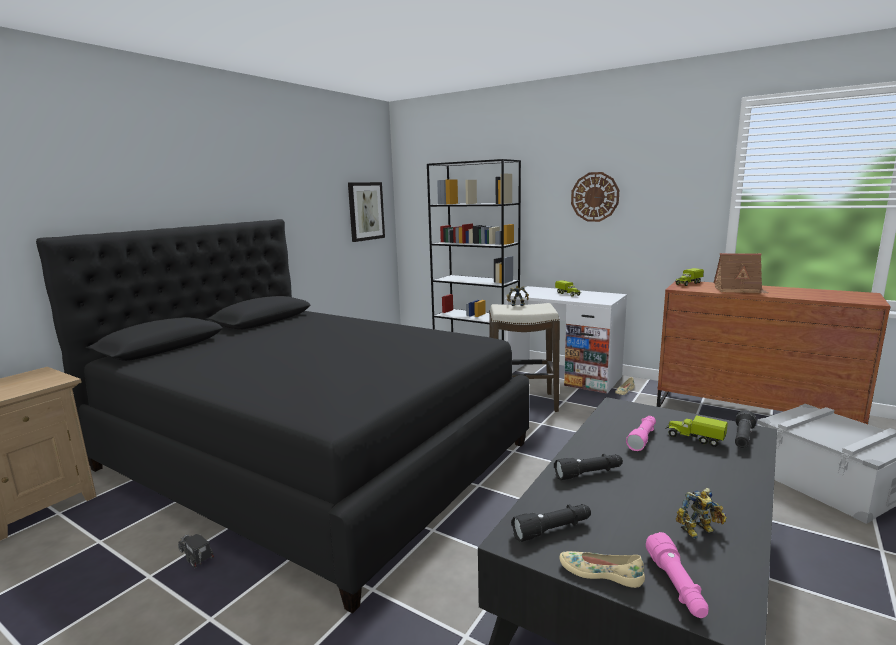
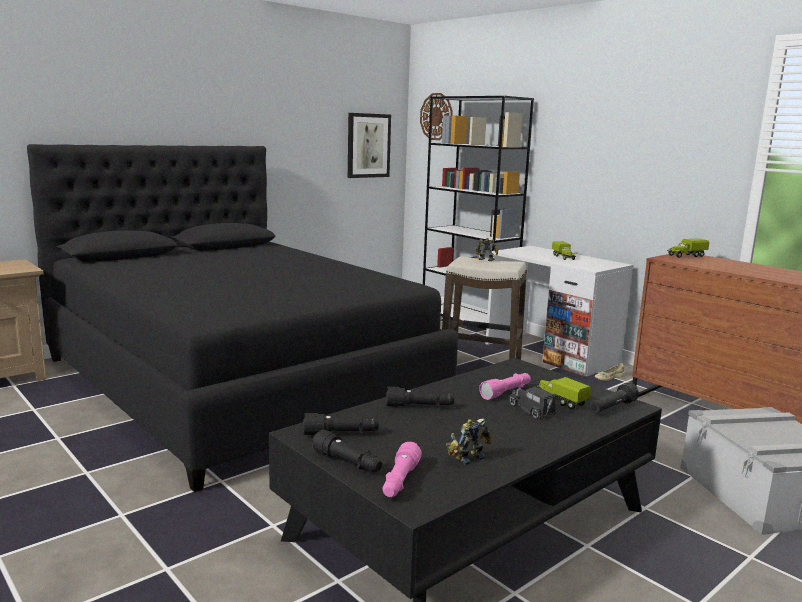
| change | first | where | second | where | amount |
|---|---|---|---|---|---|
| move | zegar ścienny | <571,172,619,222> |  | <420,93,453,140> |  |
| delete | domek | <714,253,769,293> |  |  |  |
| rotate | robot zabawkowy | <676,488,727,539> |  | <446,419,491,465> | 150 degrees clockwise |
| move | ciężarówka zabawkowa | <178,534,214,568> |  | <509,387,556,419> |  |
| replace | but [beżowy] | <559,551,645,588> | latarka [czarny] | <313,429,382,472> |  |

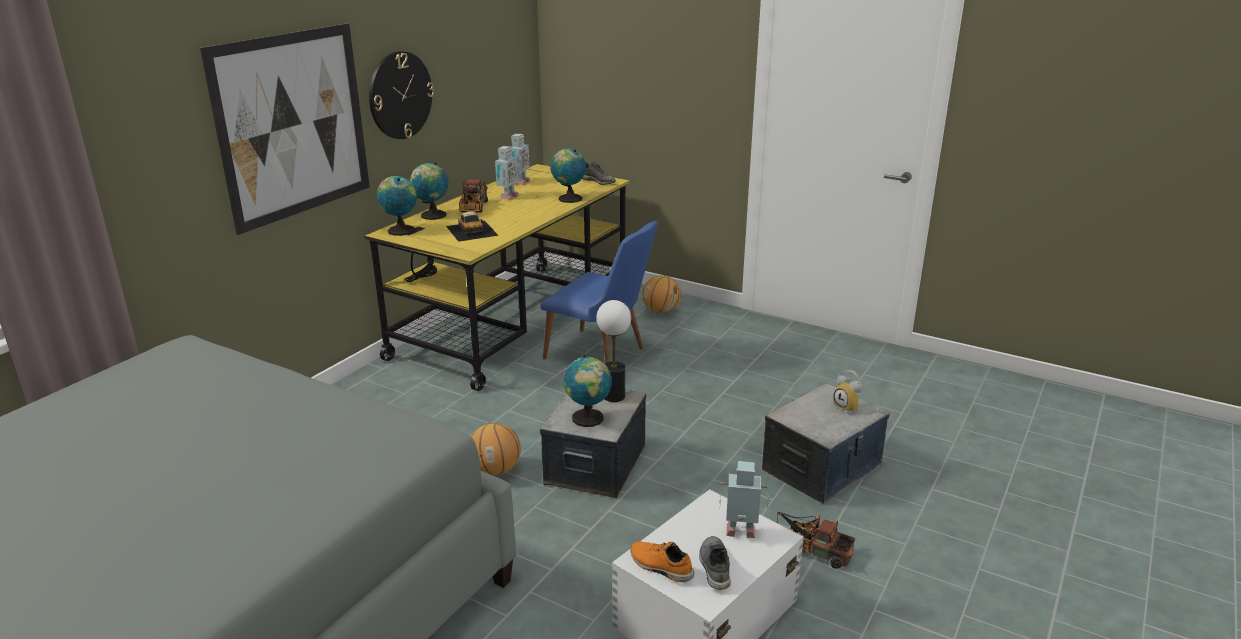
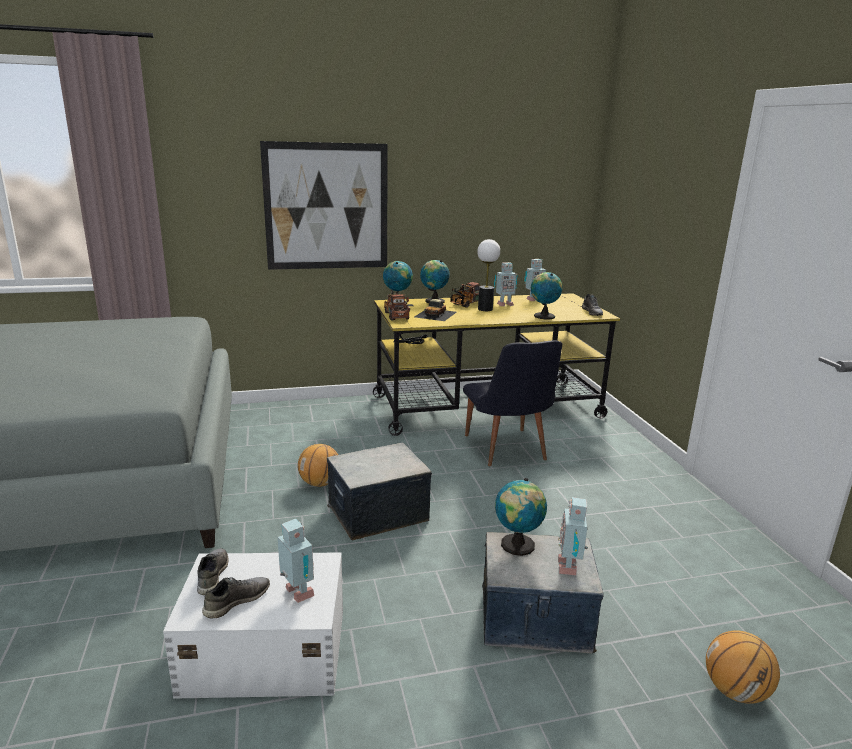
| change | first | where | second | where | amount |
|---|---|---|---|---|---|
| delete | zegar ścienny | <369,51,434,139> |  |  |  |
| recolor | krzesło [niebieski] | <540,221,658,363> | krzesło [czarny] | <463,340,562,466> |  |
| move | piłka do koszykówki | <642,275,681,314> |  | <706,630,780,704> |  |
| move | lampa stołowa | <596,300,631,402> |  | <477,239,500,311> |  |
| move | globus | <564,355,612,427> |  | <495,478,547,556> |  |
| replace | budzik | <833,370,862,412> | robot zabawkowy | <558,497,588,576> |  |
| move | ciężarówka zabawkowa | <777,512,855,569> |  | <384,290,410,320> |  |
| recolor | but [pomarańczowy] | <630,542,694,582> | but [szary] | <197,548,229,595> |  |

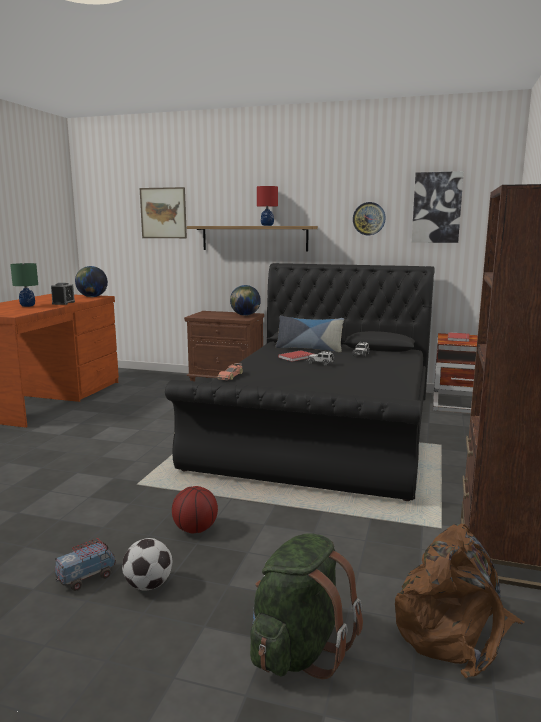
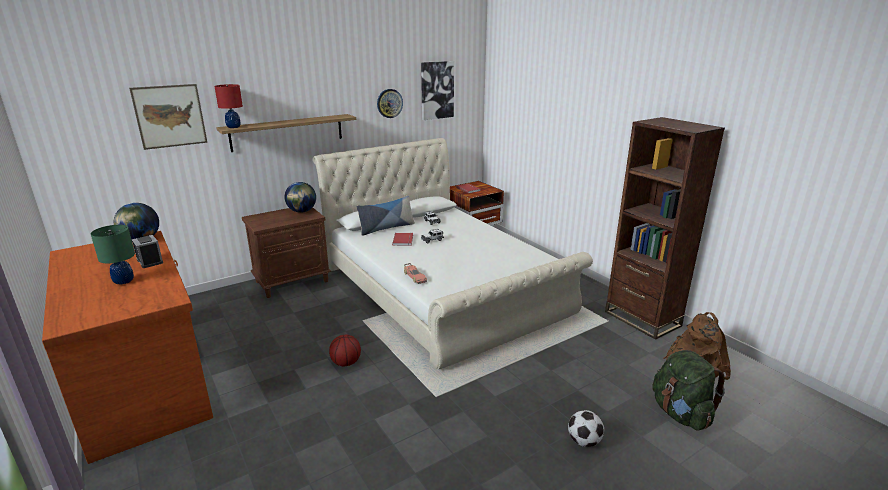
| change | first | where | second | where | amount |
|---|---|---|---|---|---|
| move | lampa stołowa [czerwony] | <257,186,278,226> |  | <215,84,243,128> |  |
| recolor | łóżko [czarny] | <165,263,434,501> | łóżko [beżowy] | <313,138,593,370> |  |
| move | piłka do koszykówki | <172,486,218,533> |  | <329,335,361,367> |  |
| delete | ciężarówka zabawkowa | <55,538,116,591> |  |  |  |

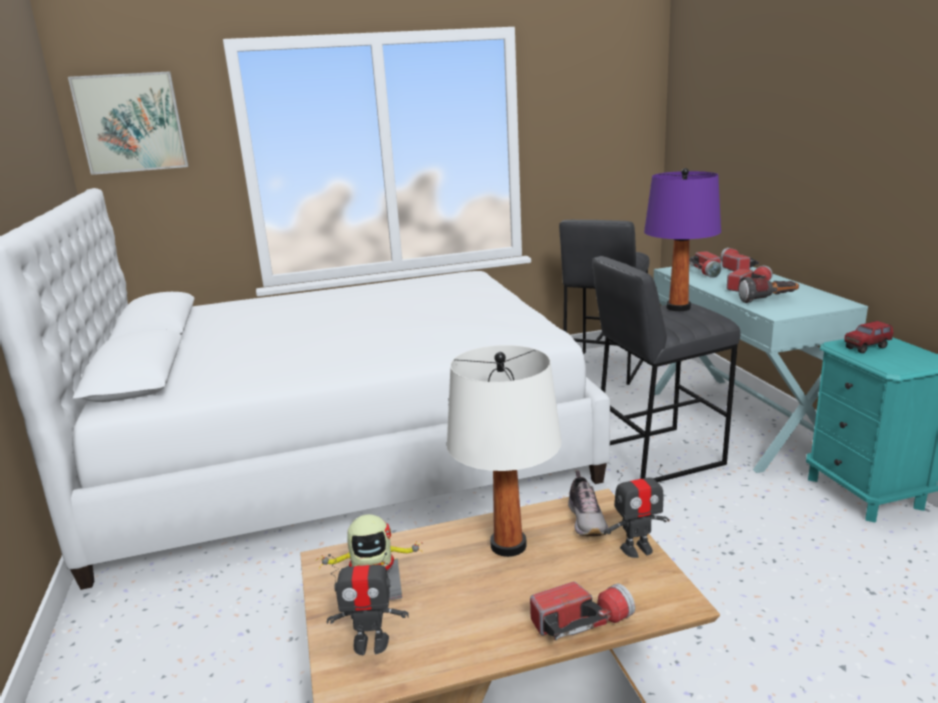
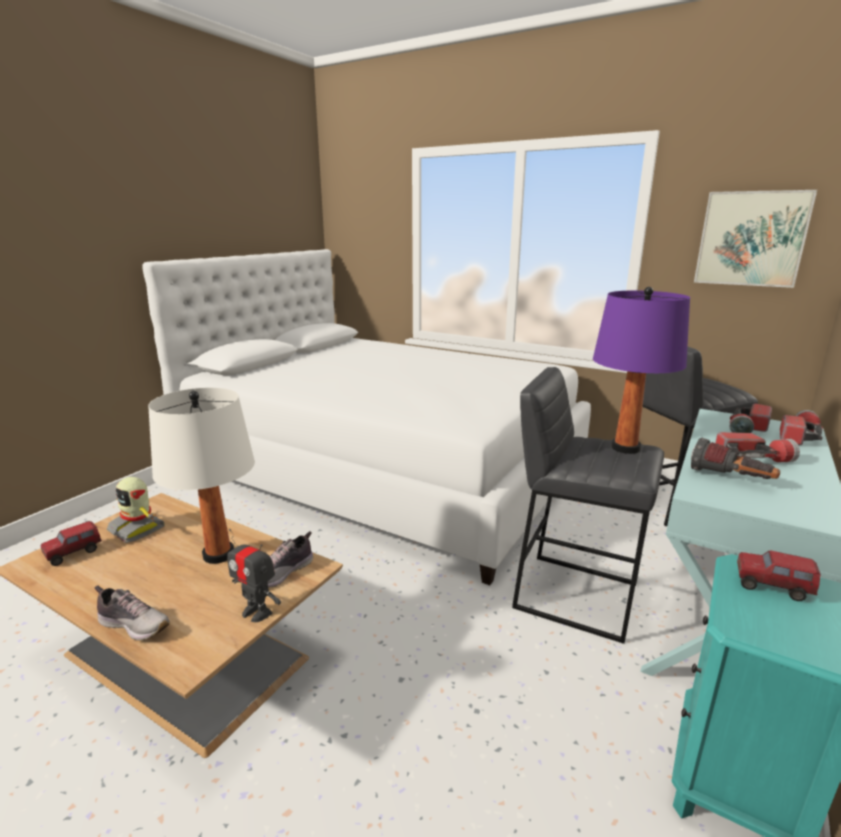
| change | first | where | second | where | amount |
|---|---|---|---|---|---|
| move | obraz | <68,71,188,175> |  | <694,190,817,288> |  |
| replace | robot zabawkowy | <327,552,409,655> | ciężarówka zabawkowa | <41,521,102,566> |  |
| replace | latarka | <530,581,635,640> | but | <95,585,170,641> |  |

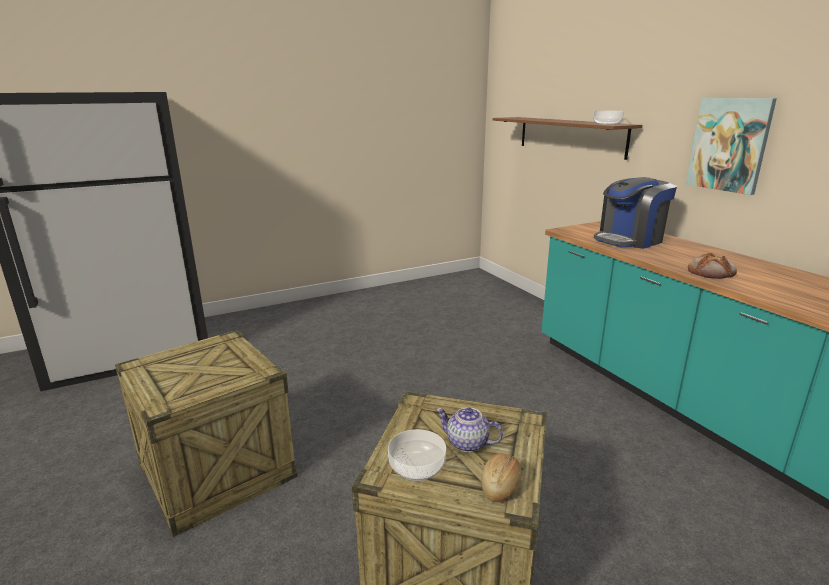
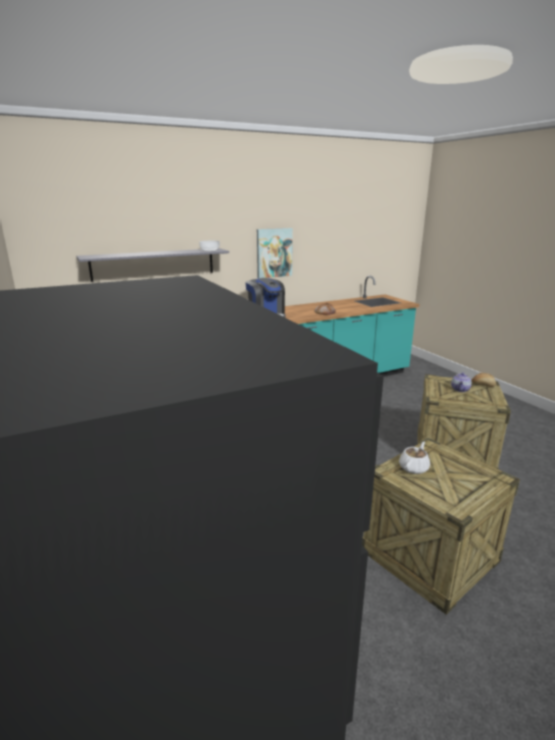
| change | first | where | second | where | amount |
|---|---|---|---|---|---|
| recolor | półka [brązowy] | <493,117,643,160> | półka [szary] | <76,248,229,282> |  |
| delete | miska | <388,429,446,481> |  |  |  |
| insert |  |  | imbryk [biały] | <399,442,430,474> |  |

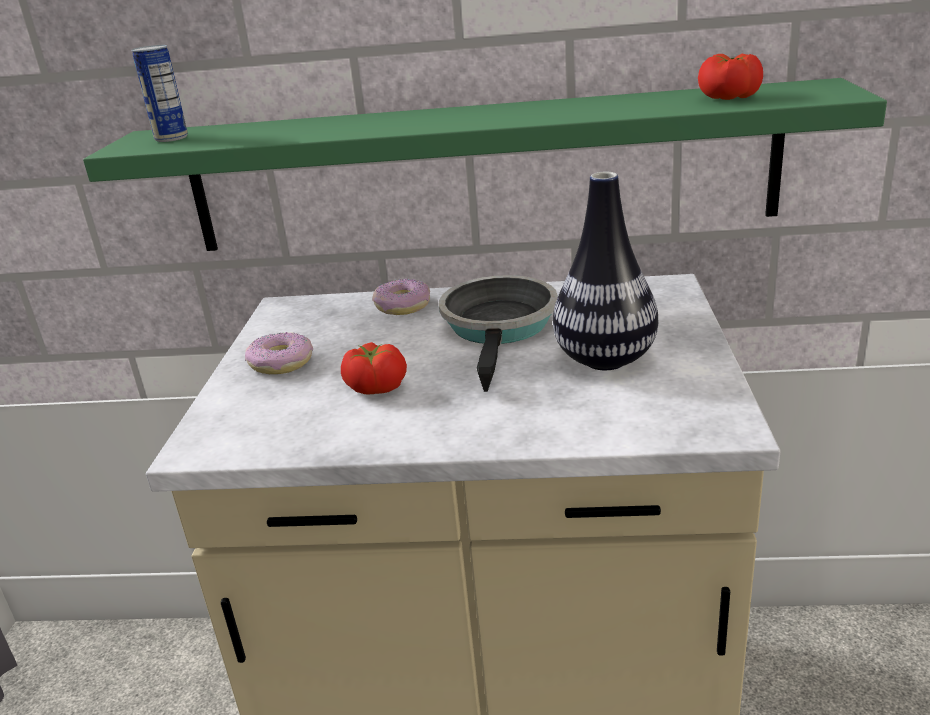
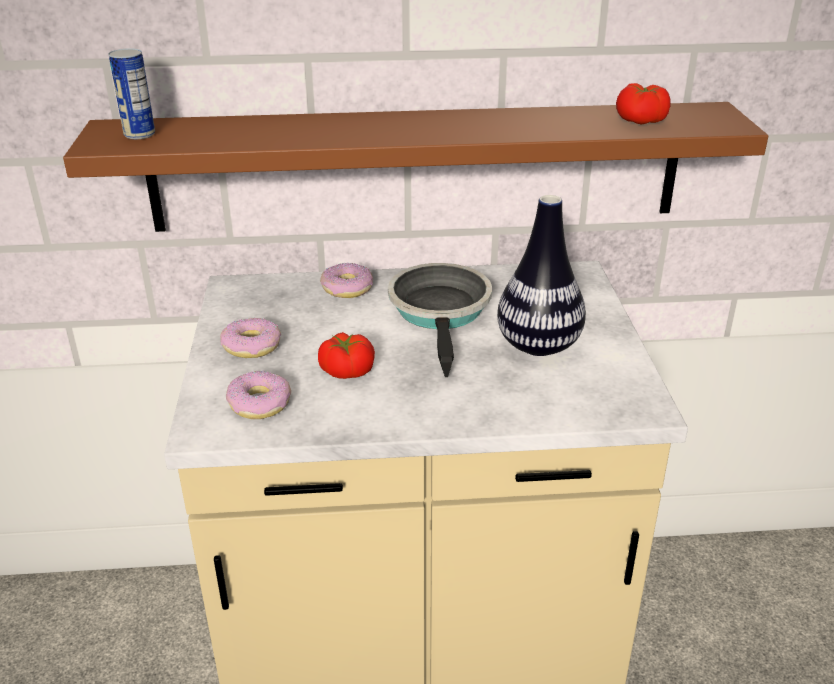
| change | first | where | second | where | amount |
|---|---|---|---|---|---|
| recolor | półka [zielony] | <83,78,887,251> | półka [brązowy] | <63,102,768,232> |  |
| insert |  |  | donut | <226,370,291,419> |  |

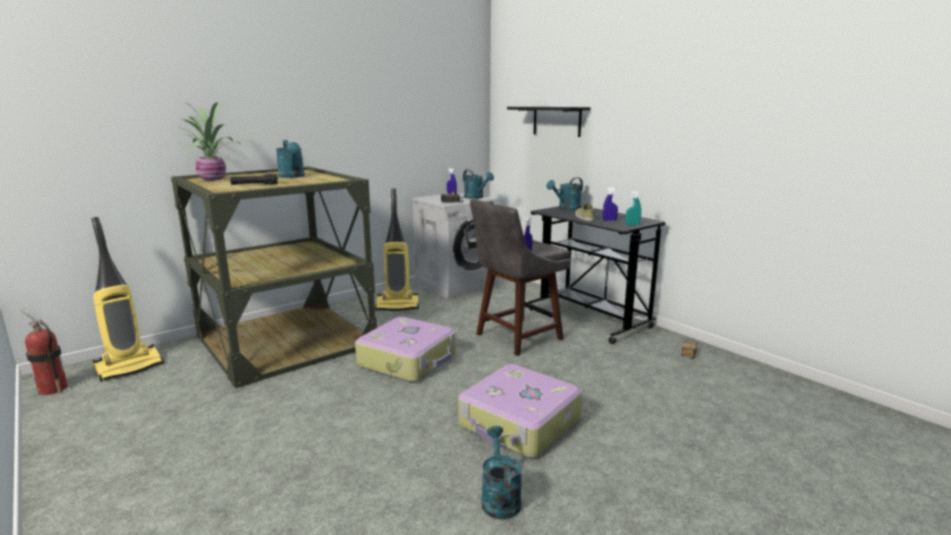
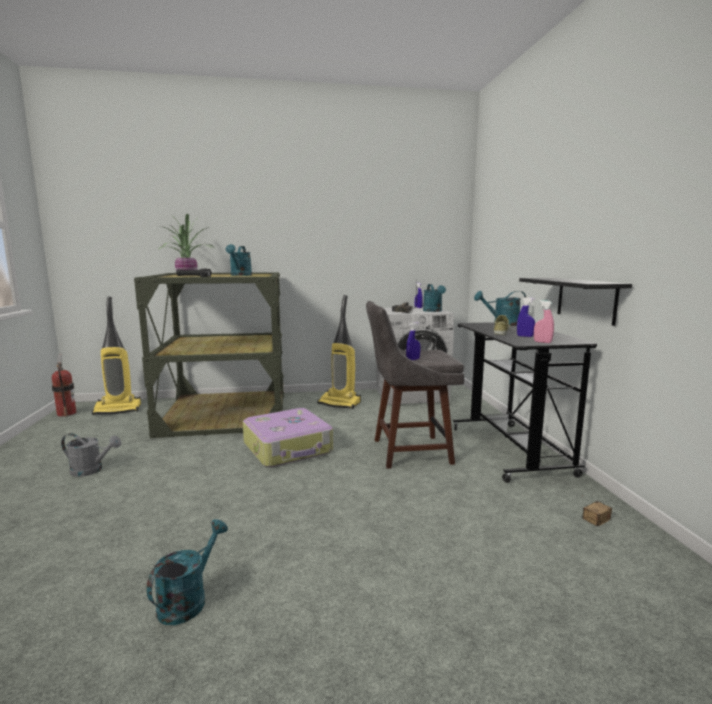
| change | first | where | second | where | amount |
|---|---|---|---|---|---|
| move | półka [czarny] | <507,107,590,137> |  | <519,278,632,326> |  |
| recolor | spryskiwacz [turkusowy] | <625,191,641,226> | spryskiwacz [różowy] | <534,300,554,343> |  |
| delete | walizka | <458,364,582,458> |  |  |  |
| insert |  |  | konewka [szary] | <61,433,121,477> |  |

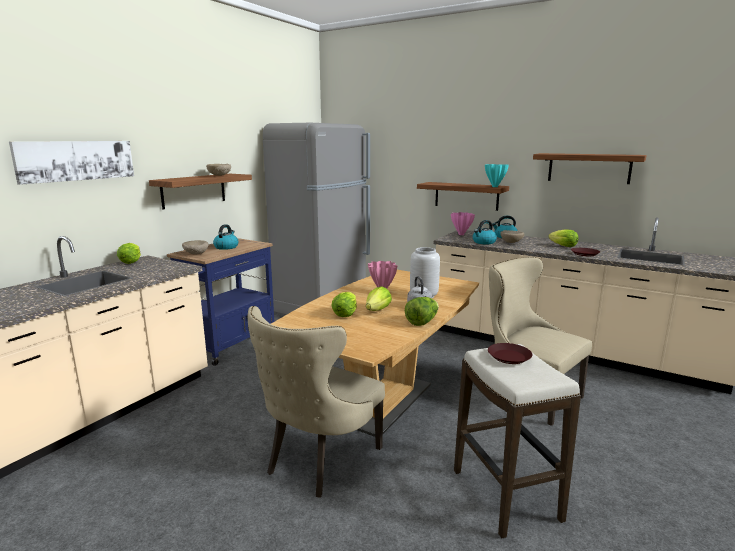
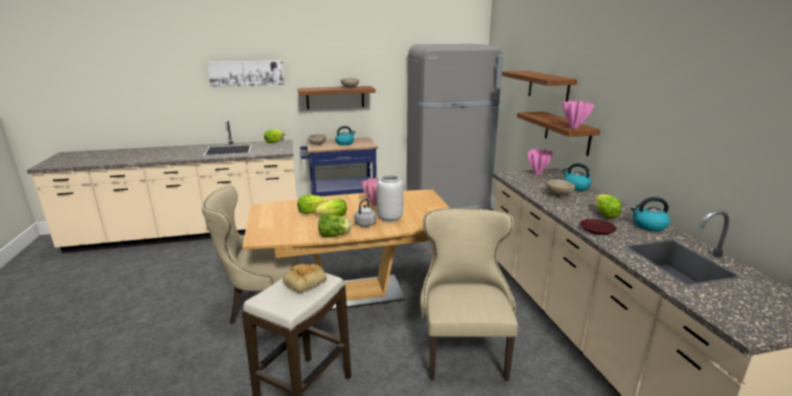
| change | first | where | second | where | amount |
|---|---|---|---|---|---|
| move | półka | <533,153,647,184> |  | <502,71,577,102> |  |
| recolor | wazon [turkusowy] | <485,164,509,187> | wazon [różowy] | <562,101,594,129> |  |
| move | czajnik | <473,220,497,244> |  | <631,197,670,231> |  |
| replace | talerz [brązowy] | <488,343,532,364> | chleb | <283,264,327,293> |  |

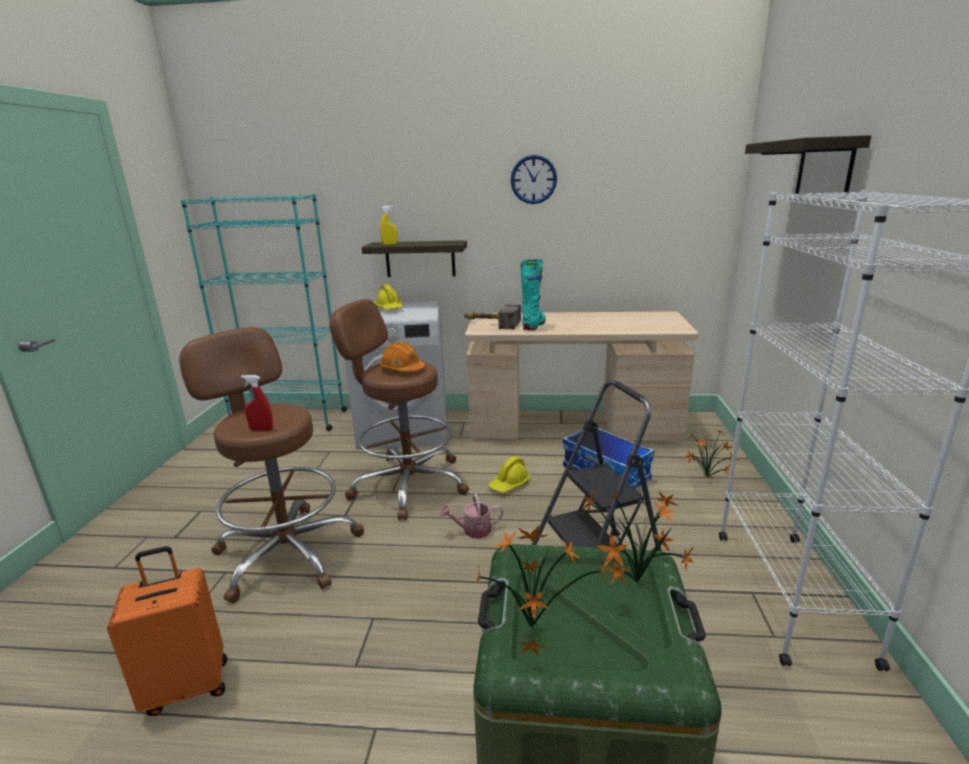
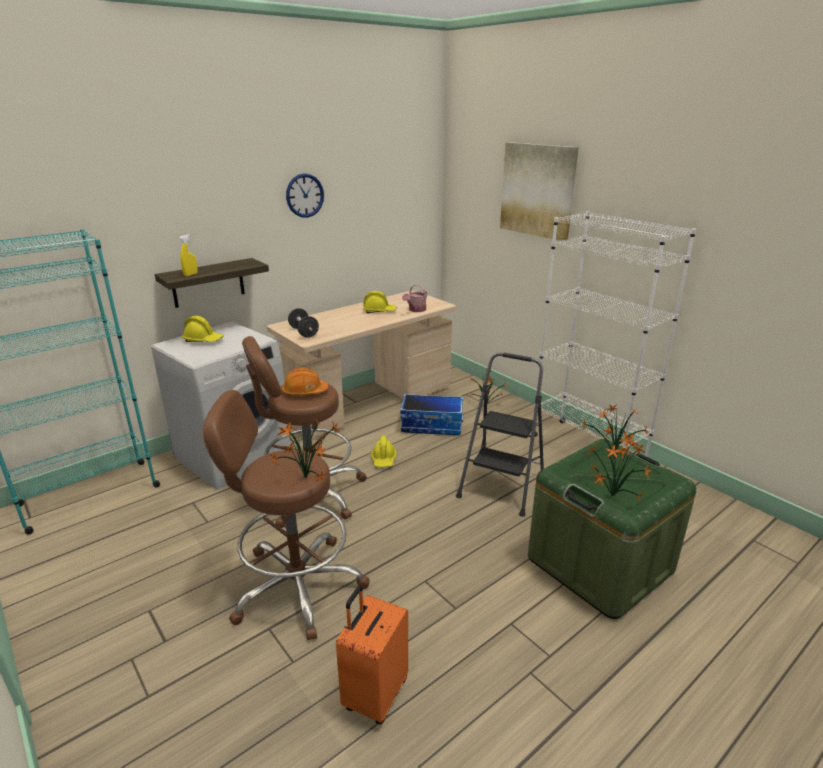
| change | first | where | second | where | amount |
|---|---|---|---|---|---|
| replace | półka | <745,135,871,196> | obraz | <500,142,579,241> |  |
| delete | but z cholewką [turkusowy] | <520,259,546,330> |  |  |  |
| replace | młotek | <464,304,521,329> | hantel [czarny] | <288,308,319,338> |  |
| replace | spryskiwacz [czerwony] | <241,375,273,431> | roślina doniczkowa | <270,420,340,483> |  |
| move | konewka | <440,494,503,538> |  | <402,284,427,312> |  |
| insert |  |  | kask [żółty] | <363,291,397,313> |  |

